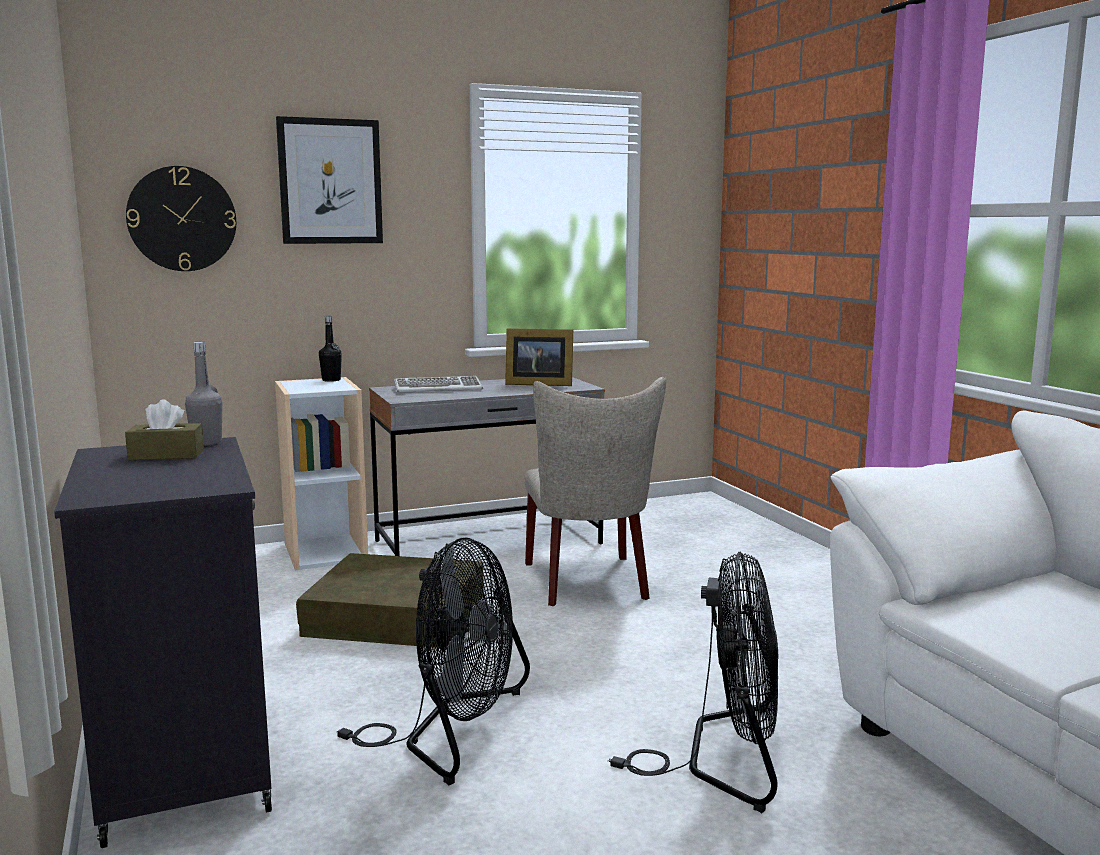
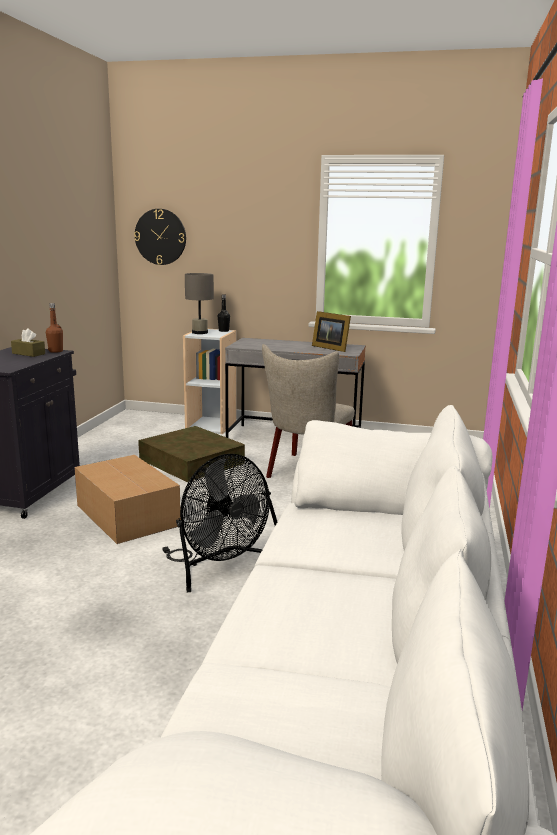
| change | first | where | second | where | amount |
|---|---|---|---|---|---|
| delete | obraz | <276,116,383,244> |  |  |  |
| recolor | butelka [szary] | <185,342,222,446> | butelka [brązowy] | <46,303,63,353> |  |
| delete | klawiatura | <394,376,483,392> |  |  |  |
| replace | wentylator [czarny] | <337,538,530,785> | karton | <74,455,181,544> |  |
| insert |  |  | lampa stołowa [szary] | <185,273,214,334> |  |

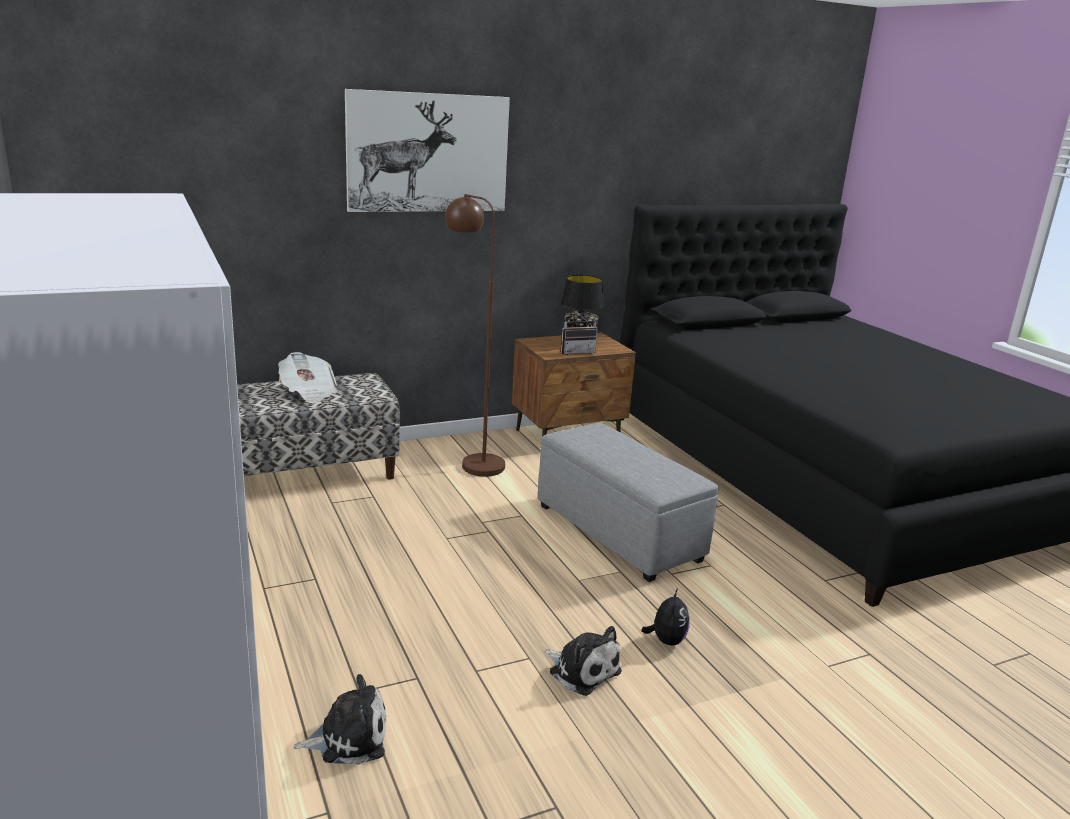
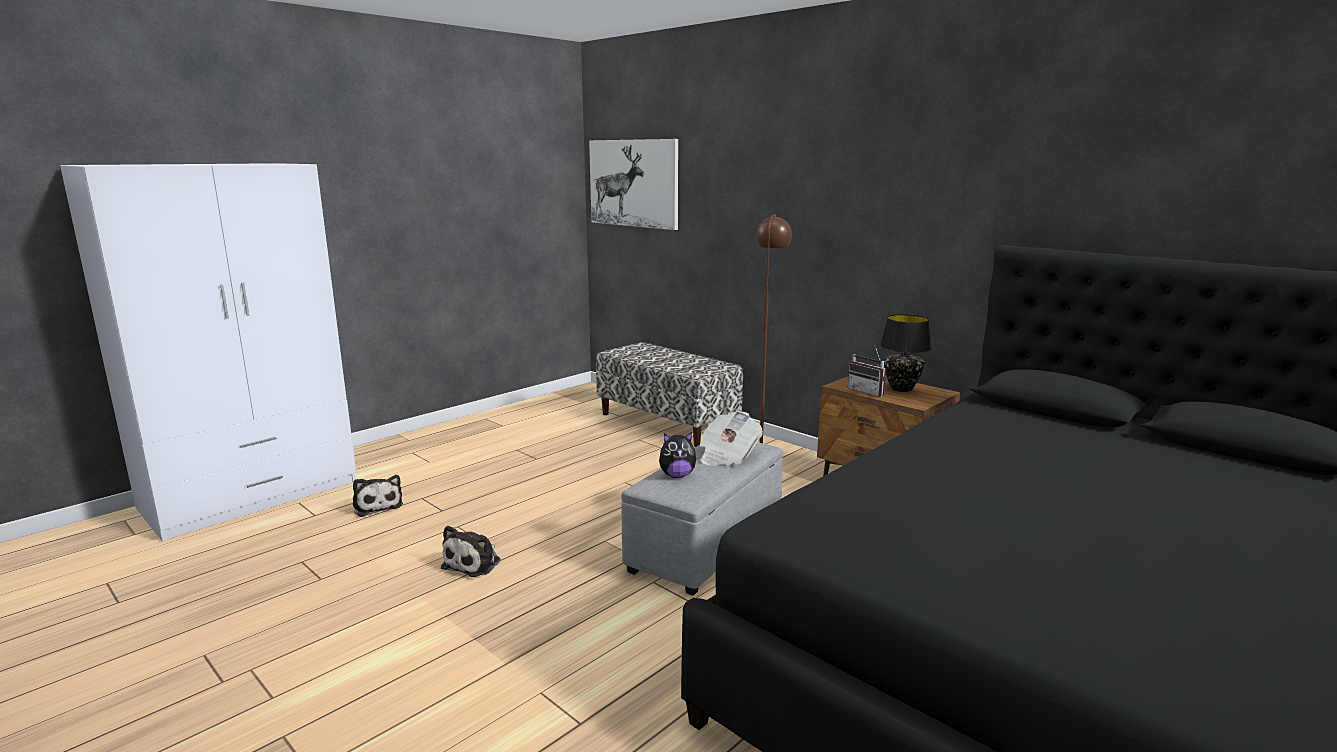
| change | first | where | second | where | amount |
|---|---|---|---|---|---|
| move | obraz | <345,89,510,212> |  | <589,139,678,230> |  |
| move | gazeta | <278,352,338,404> |  | <700,411,763,466> |  |
| move | pluszak | <641,588,689,645> |  | <659,432,697,478> |  |

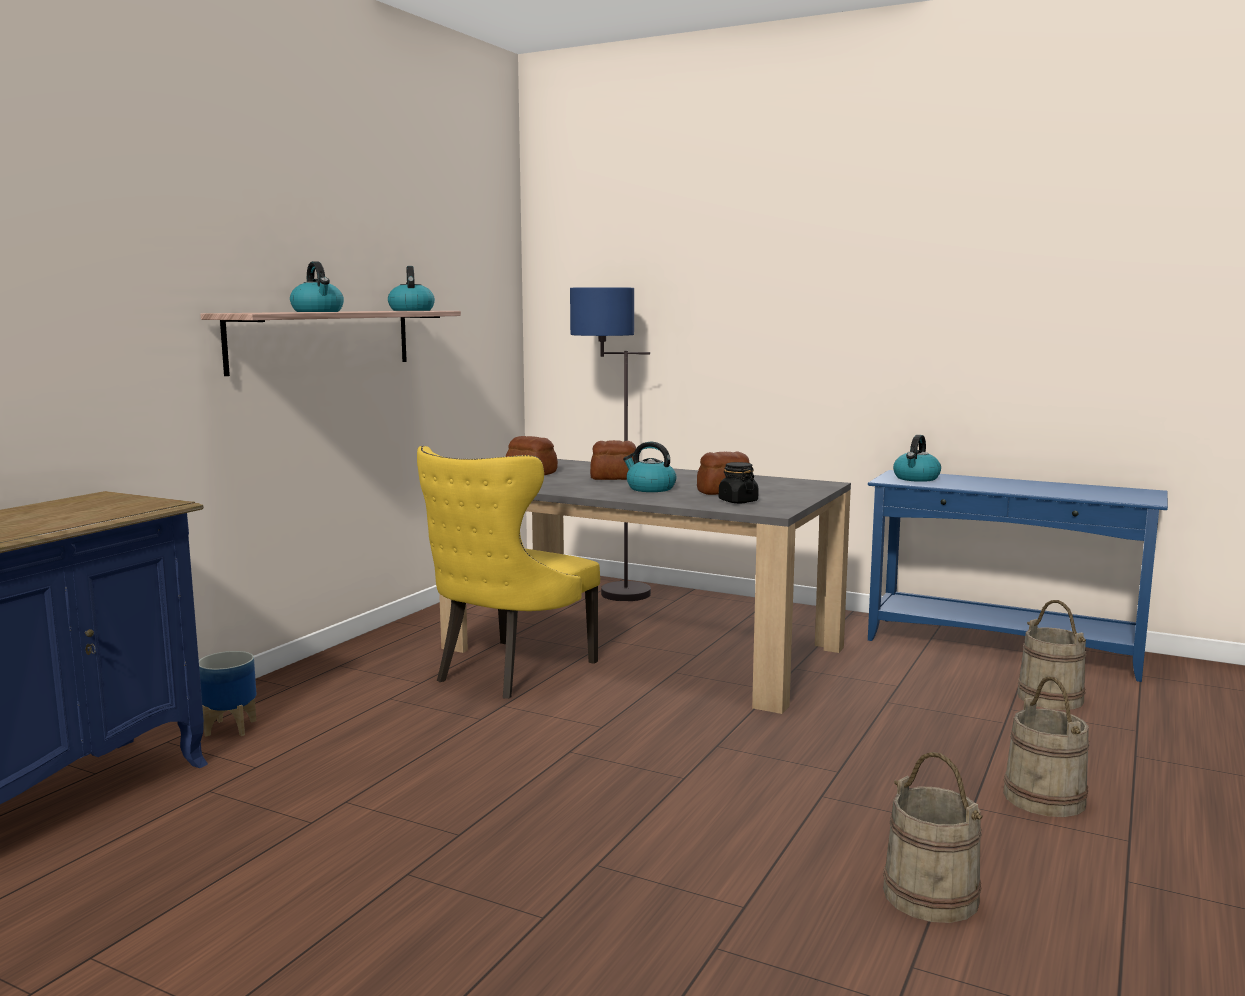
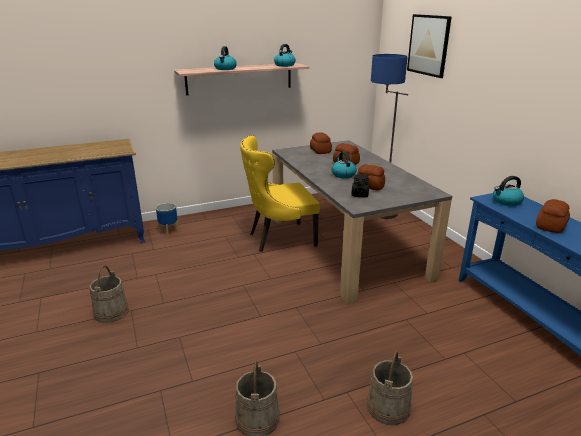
| change | first | where | second | where | amount |
|---|---|---|---|---|---|
| move | wiadro [beżowy] | <1017,600,1086,710> |  | <89,265,129,323> |  |
| insert |  |  | obraz | <407,14,452,78> |  |
| insert |  |  | chleb | <536,199,570,233> |  |

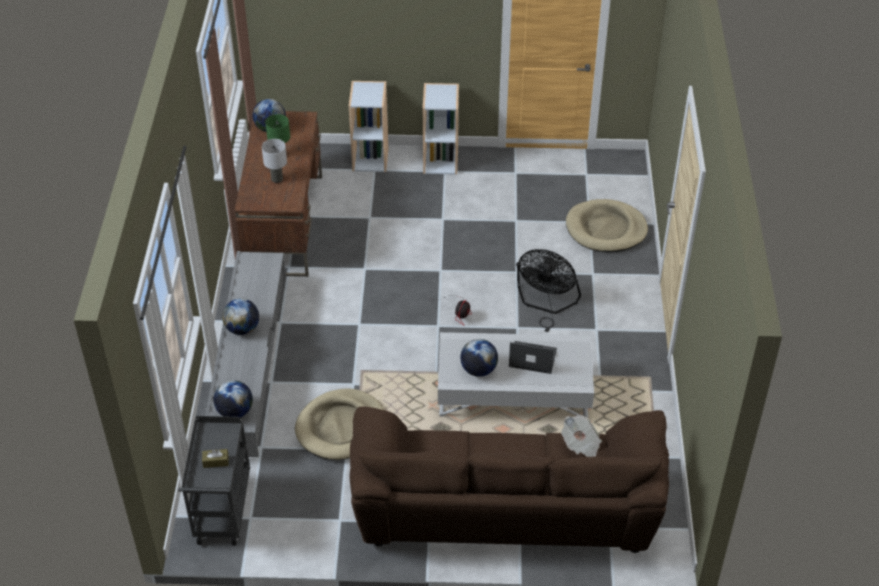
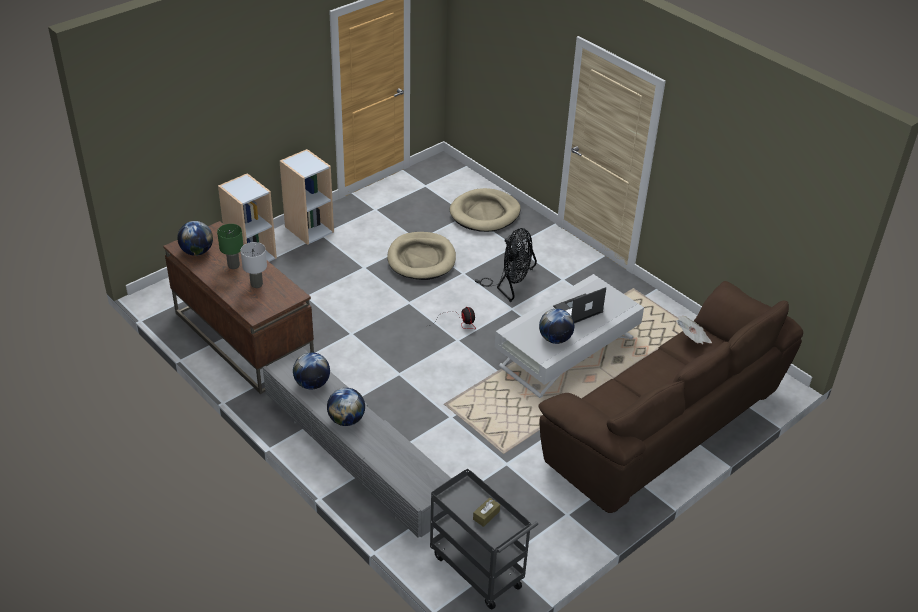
| change | first | where | second | where | amount |
|---|---|---|---|---|---|
| rotate | wentylator [czarny] | <516,249,581,332> |  | <475,228,537,302> | 135 degrees clockwise |
| move | globus | <214,380,253,417> |  | <293,352,330,389> |  |
| move | legowisko [beżowy] | <295,388,384,460> |  | <387,232,456,280> |  |

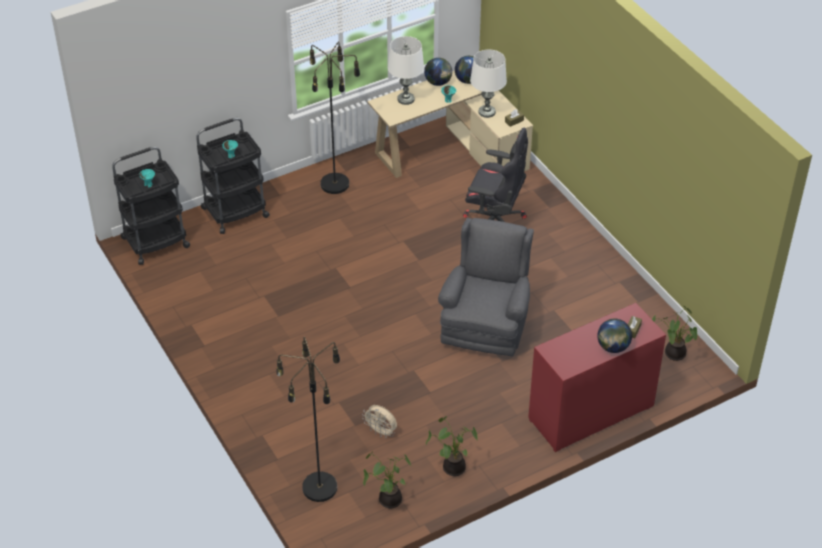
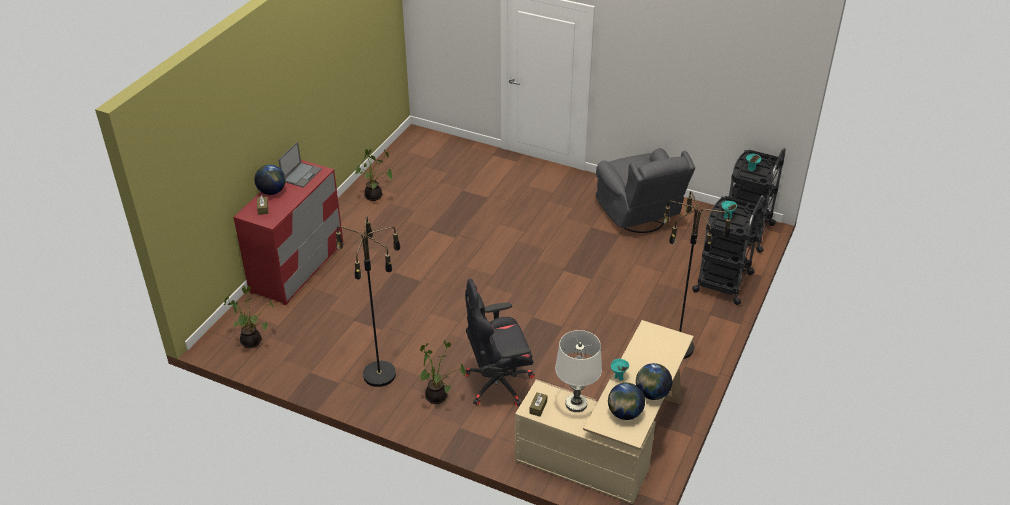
| change | first | where | second | where | amount |
|---|---|---|---|---|---|
| delete | lampa stołowa [biały] | <388,36,424,105> |  |  |  |
| move | fotel [szary] | <438,218,534,356> |  | <596,148,695,233> |  |
| move | lampa stojąca | <276,337,340,502> |  | <336,216,400,387> |  |
| delete | wentylator [beżowy] | <362,405,397,437> |  |  |  |
| move | roślina doniczkowa | <363,451,412,508> |  | <419,340,466,404> |  |
| insert |  |  | laptop | <278,142,322,188> |  |

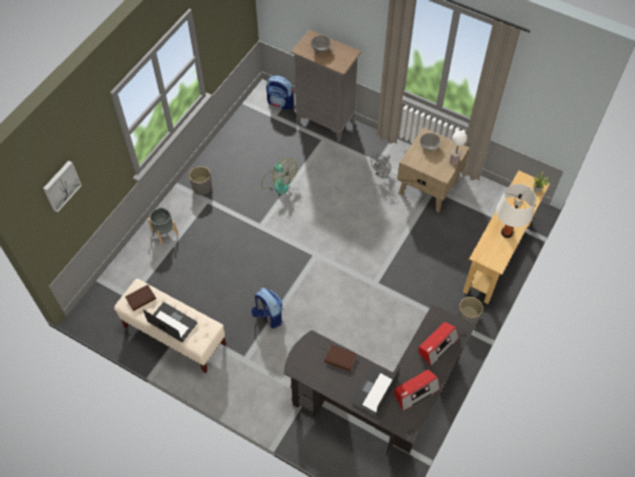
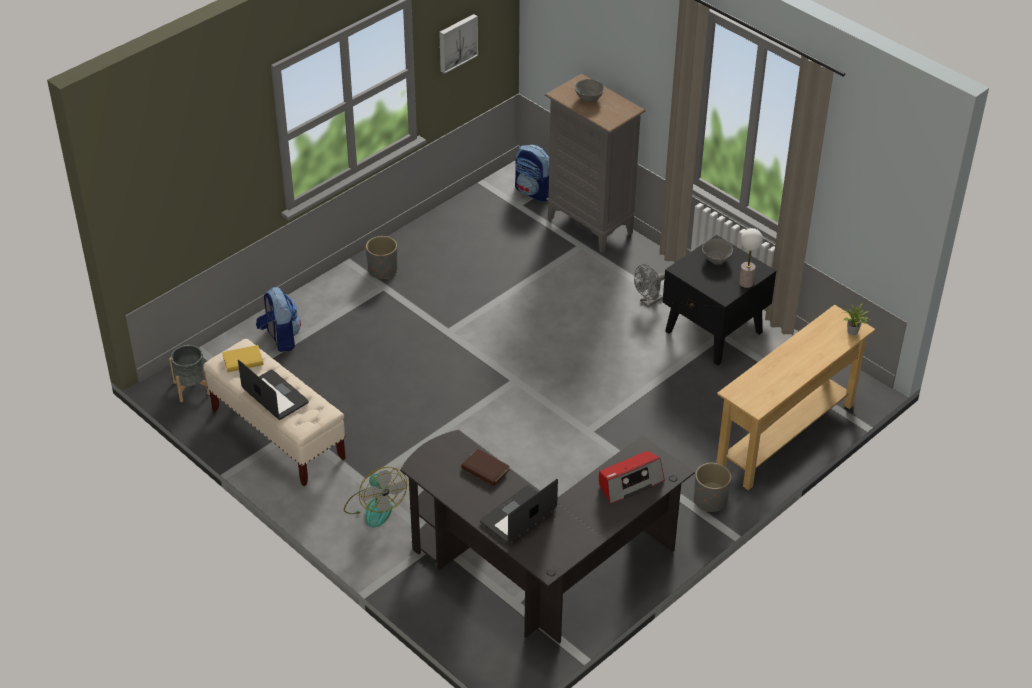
| change | first | where | second | where | amount |
|---|---|---|---|---|---|
| recolor | szafka nocna [beżowy] | <397,128,469,213> | szafka nocna [czarny] | <663,235,776,365> |  |
| move | wentylator | <261,158,297,194> |  | <344,467,407,528> |  |
| move | obraz | <43,161,82,213> |  | <439,14,478,74> |  |
| delete | lampa stołowa [biały] | <496,184,536,238> |  |  |  |
| move | donica [szary] | <147,208,178,244> |  | <169,345,210,402> |  |
| recolor | książka [brązowy] | <125,285,156,311> | książka [żółty] | <222,345,264,372> |  |
| move | plecak | <251,288,283,328> |  | <256,287,301,352> |  |
| delete | radio | <395,369,440,411> |  |  |  |

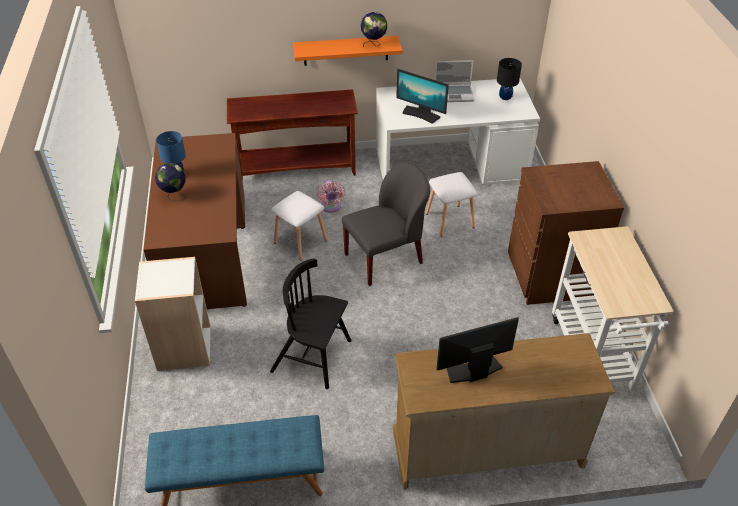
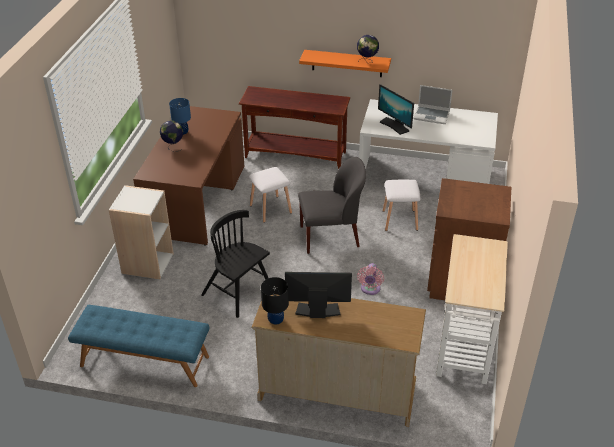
| change | first | where | second | where | amount |
|---|---|---|---|---|---|
| move | lampa stołowa [czarny] | <497,58,522,100> |  | <261,277,289,325> |  |
| move | wentylator [różowy] | <317,180,345,213> |  | <357,263,384,295> |  |

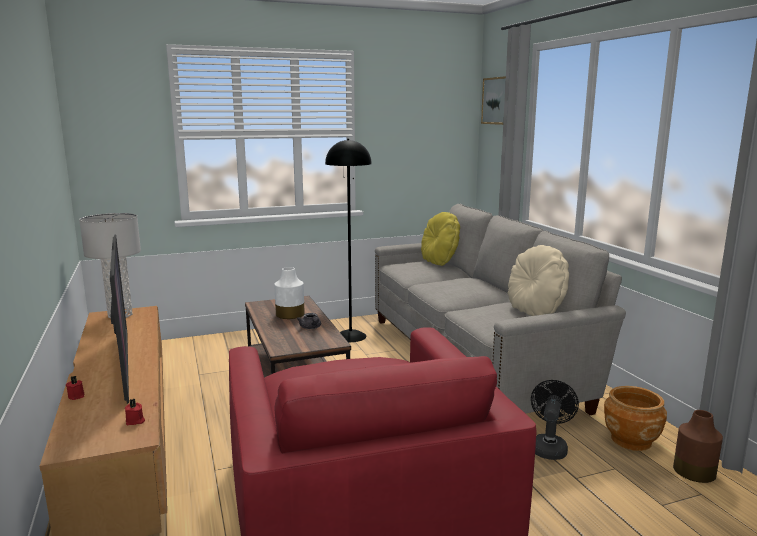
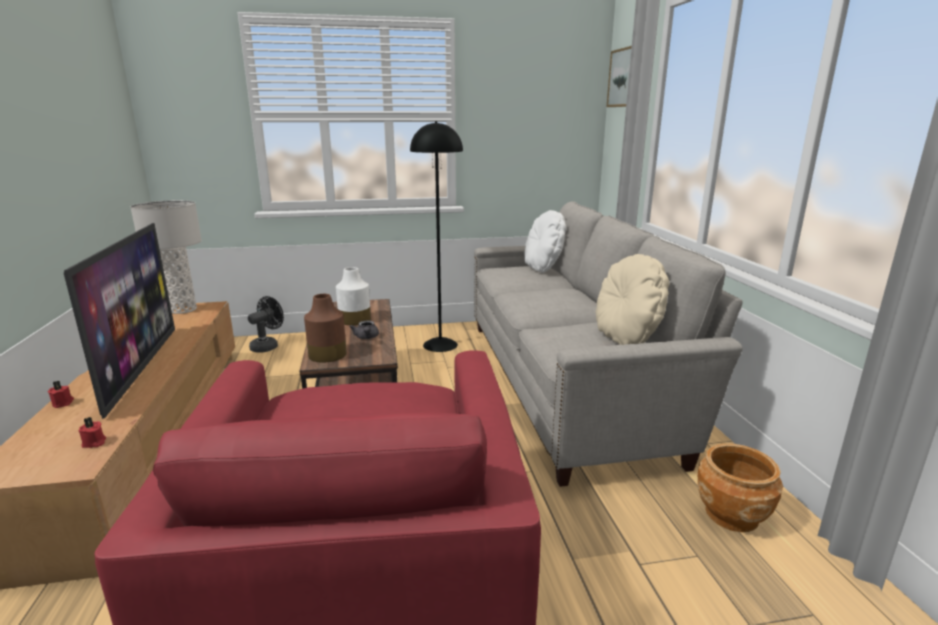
| change | first | where | second | where | amount |
|---|---|---|---|---|---|
| recolor | poduszka [żółty] | <421,212,460,266> | poduszka [biały] | <524,210,566,273> |  |
| move | wentylator [czarny] | <531,380,579,460> |  | <248,296,284,353> |  |
| move | wazon [brązowy] | <673,410,723,483> |  | <304,294,347,363> |  |

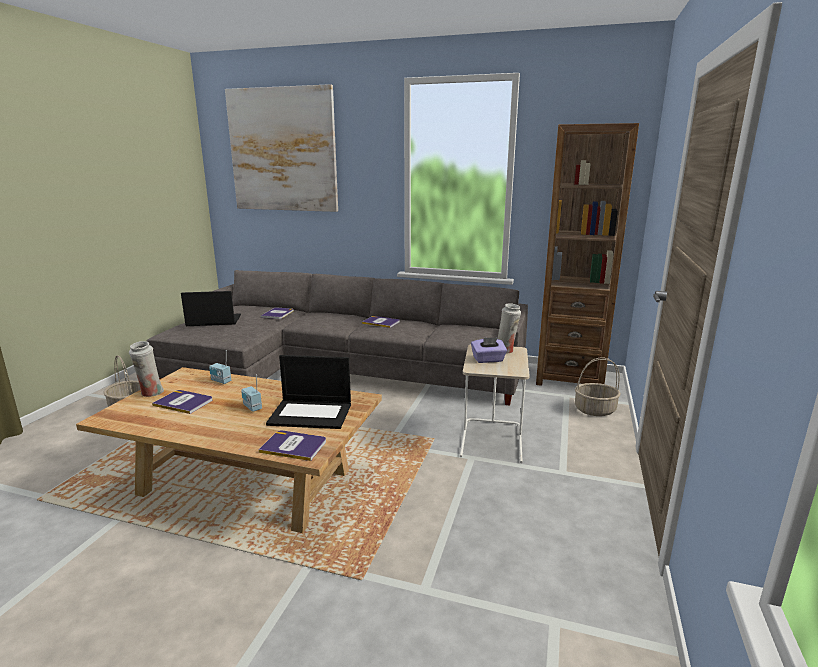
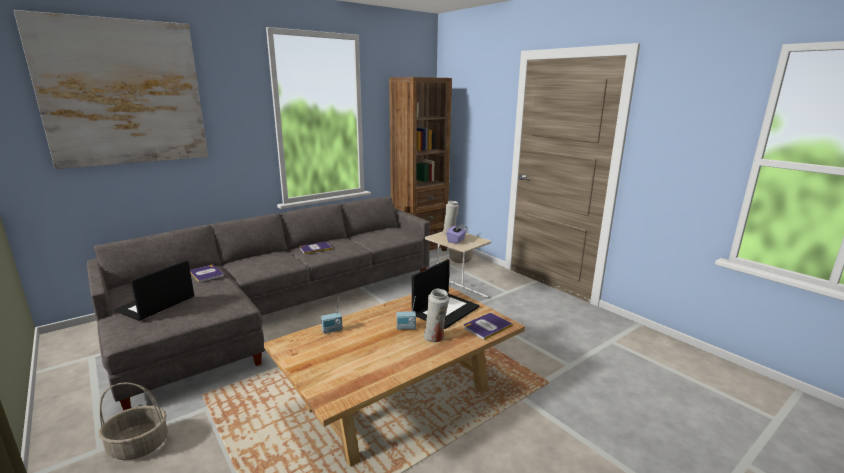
| change | first | where | second | where | amount |
|---|---|---|---|---|---|
| move | wazon [biały] | <129,341,164,397> |  | <423,289,449,342> |  |
| delete | książka | <152,390,212,414> |  |  |  |

